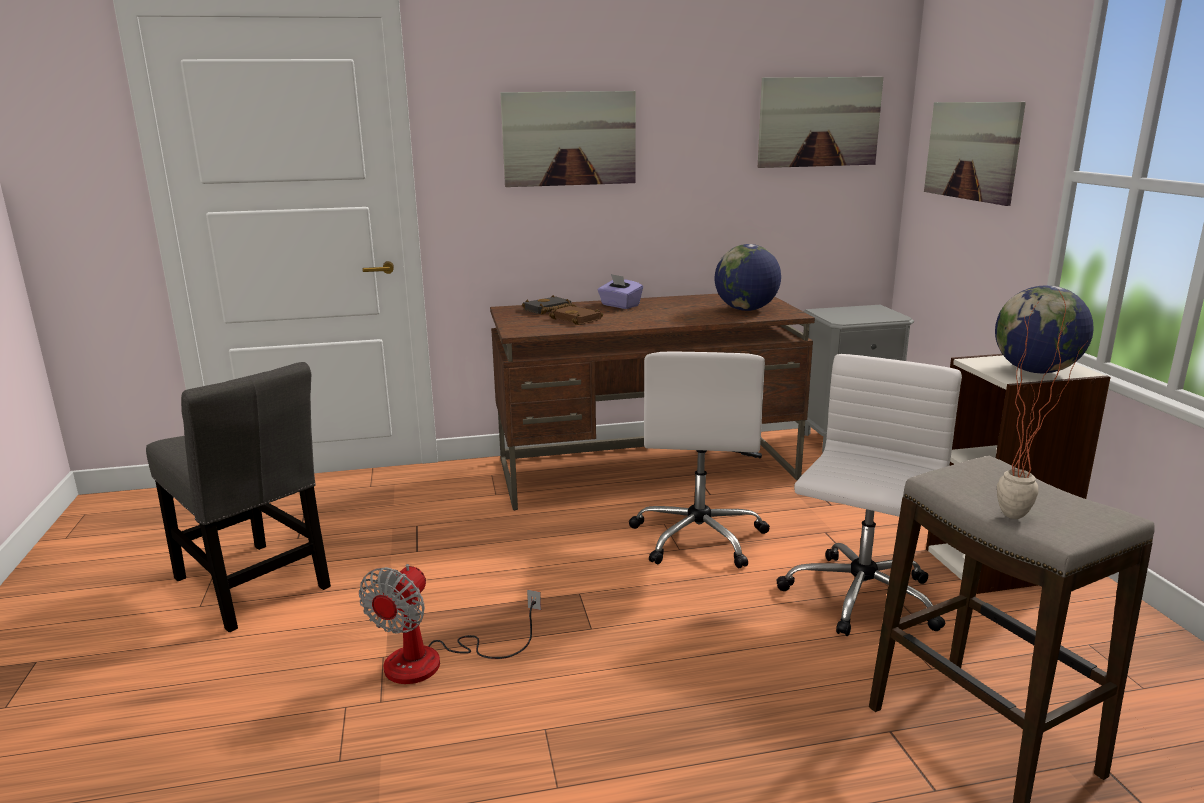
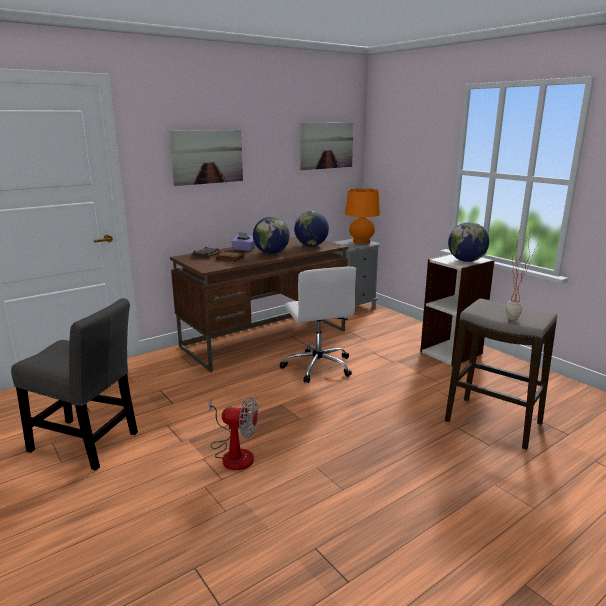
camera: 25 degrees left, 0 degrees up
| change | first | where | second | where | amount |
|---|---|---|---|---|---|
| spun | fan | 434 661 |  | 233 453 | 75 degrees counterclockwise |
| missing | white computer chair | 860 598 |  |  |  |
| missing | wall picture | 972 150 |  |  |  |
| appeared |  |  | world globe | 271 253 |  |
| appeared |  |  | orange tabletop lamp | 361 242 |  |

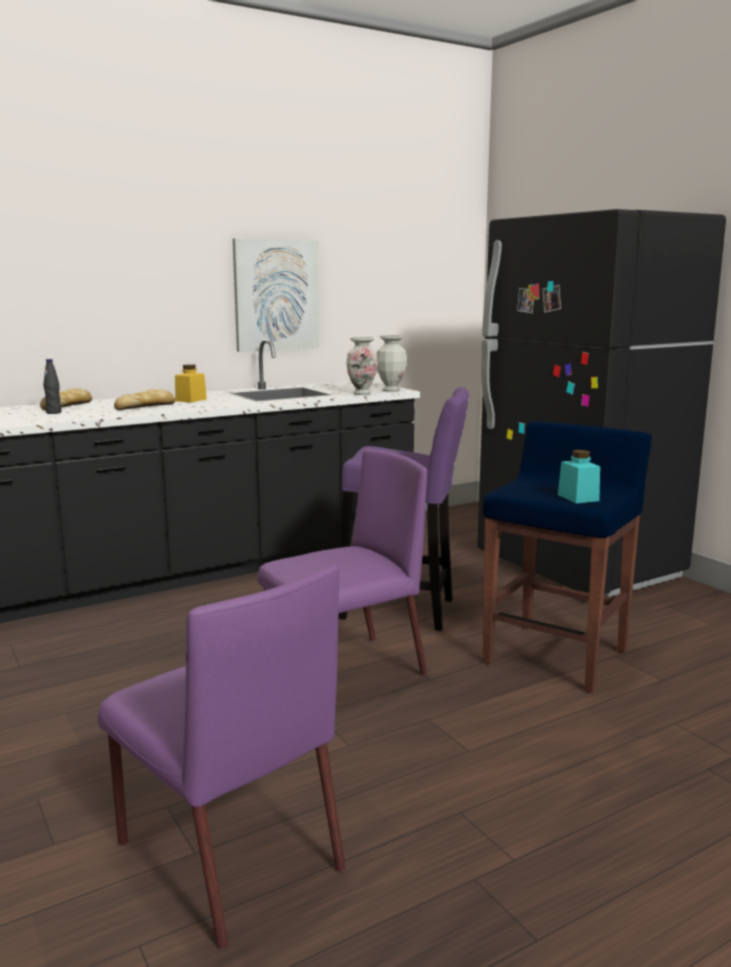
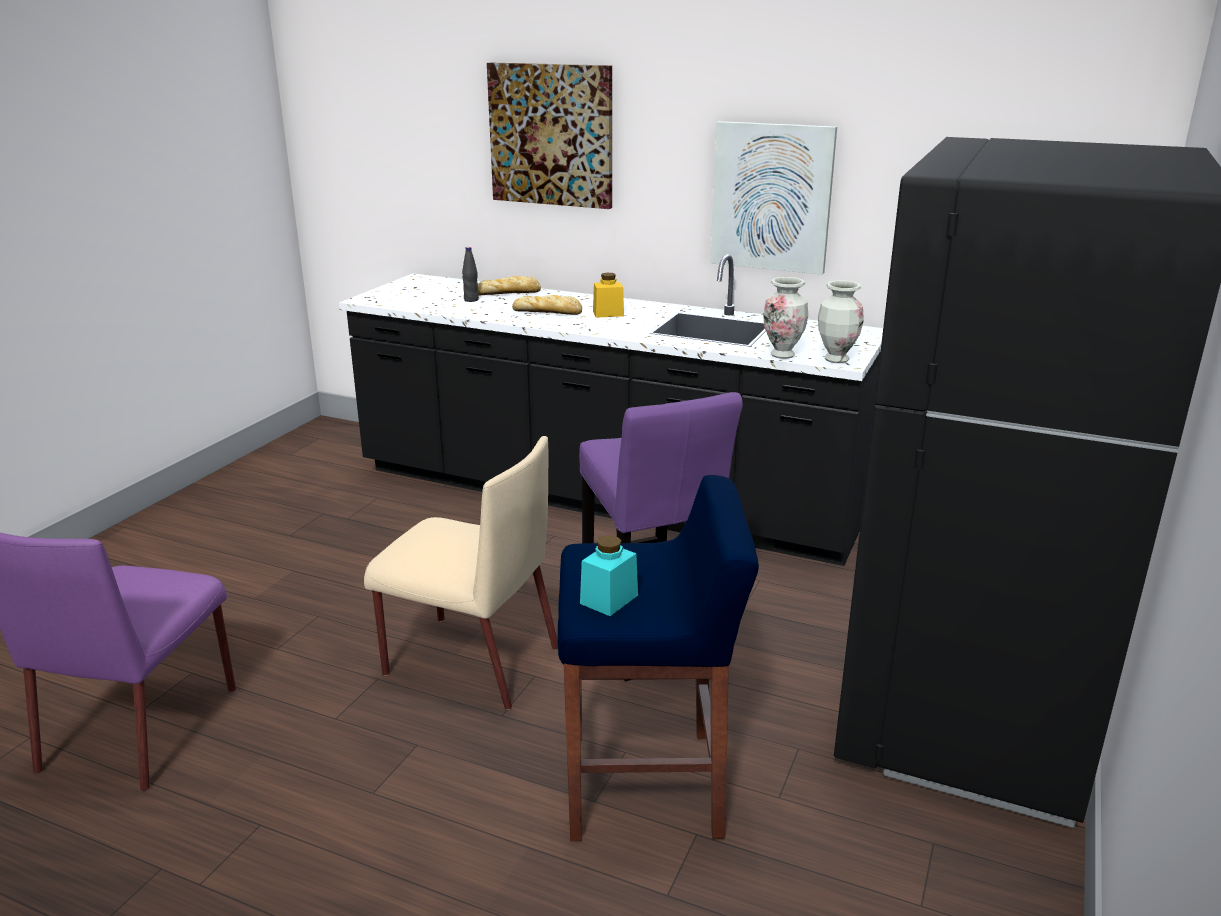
camera: 55 degrees right, 10 degrees up
| change | first | where | second | where | amount |
|---|---|---|---|---|---|
| colour | purple plain chair | 343 672 | sand-coloured plain chair | 469 660 |  |
| appeared |  |  | wall picture | 552 135 |  |

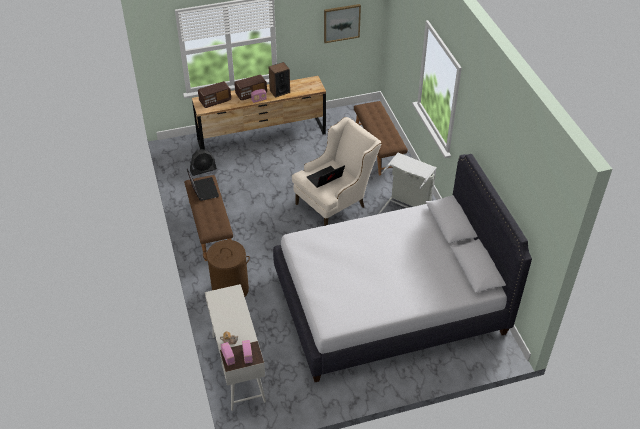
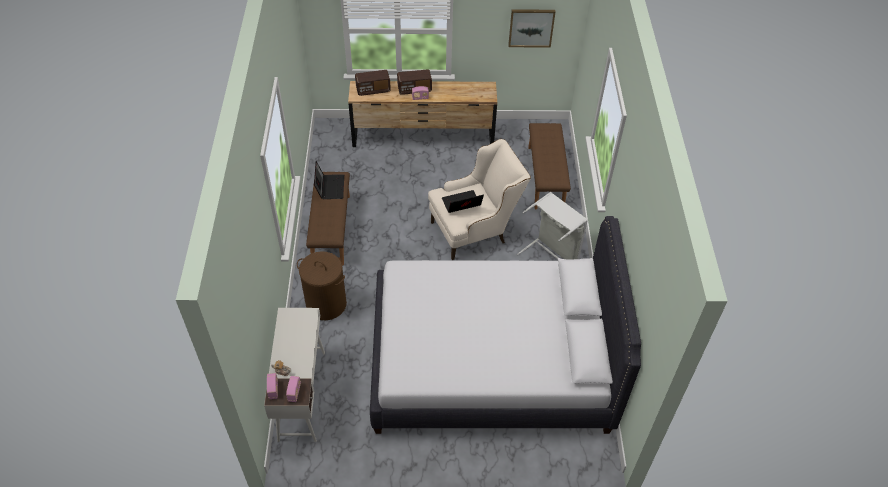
camera: 15 degrees right, 5 degrees up
| change | first | where | second | where | amount |
|---|---|---|---|---|---|
| missing | black fan | 203 170 |  |  |  |
| missing | loudspeaker | 279 91 |  |  |  |

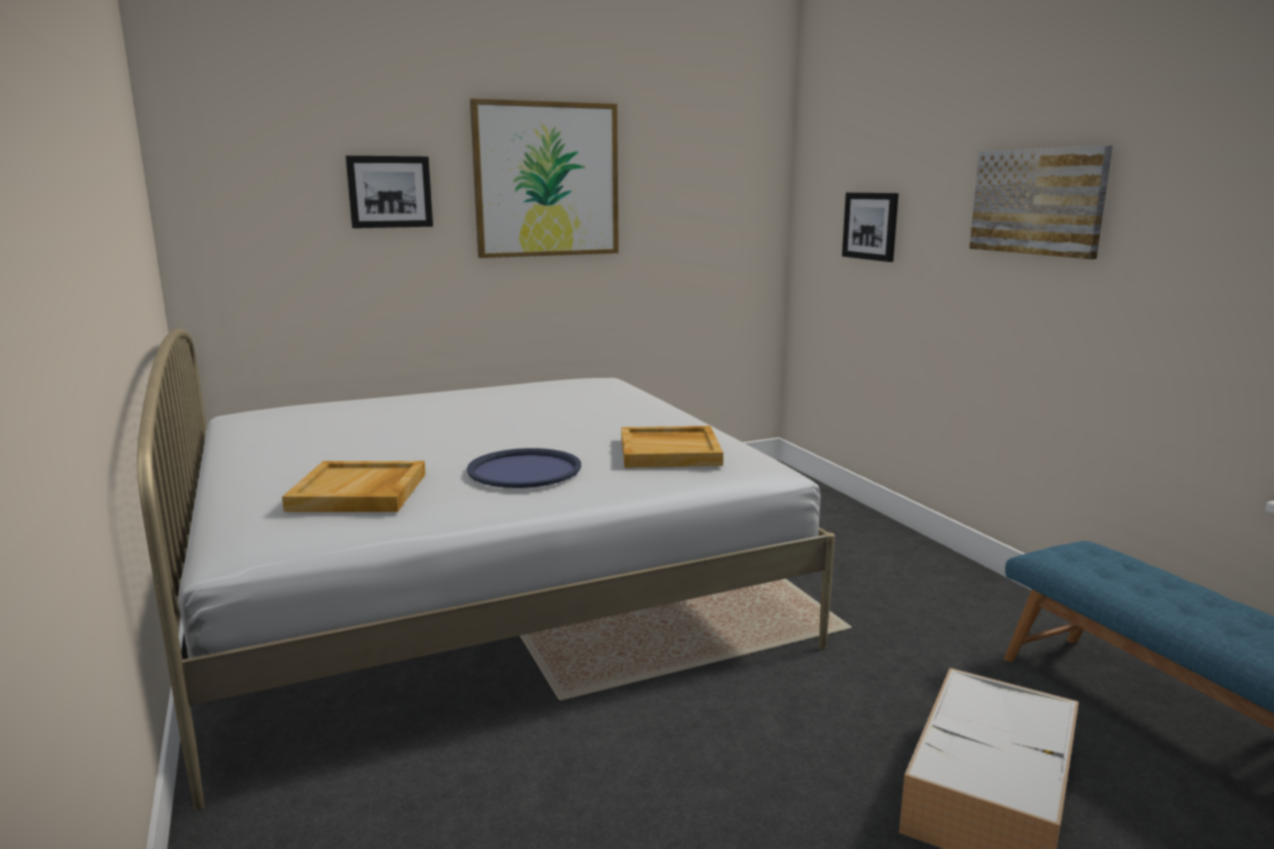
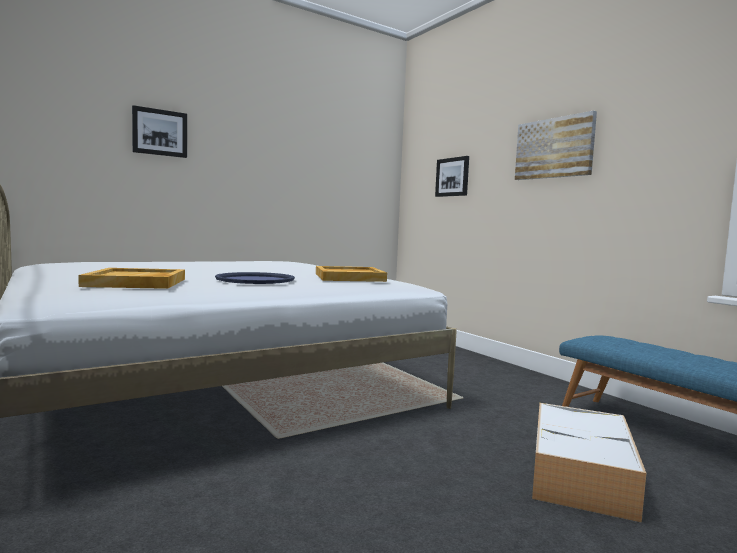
camera: 10 degrees left, 10 degrees down
| change | first | where | second | where | amount |
|---|---|---|---|---|---|
| missing | wall picture | 547 180 |  |  |  |

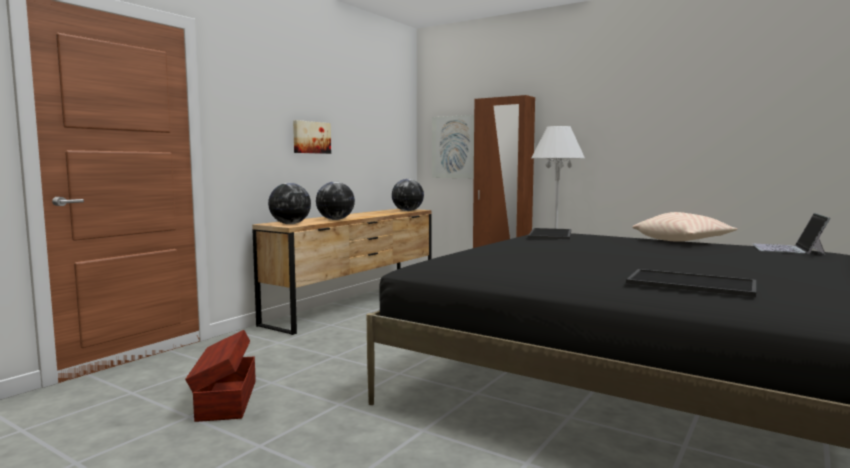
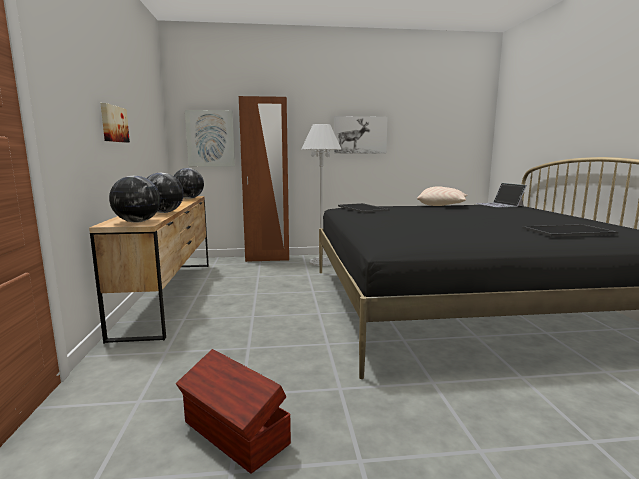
camera: 40 degrees left, 5 degrees up
| change | first | where | second | where | amount |
|---|---|---|---|---|---|
| appeared |  |  | wall picture | 360 135 |  |

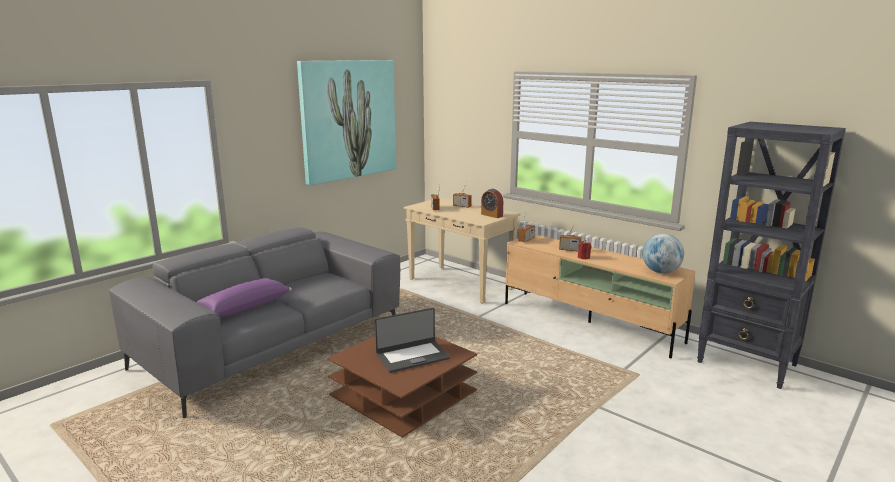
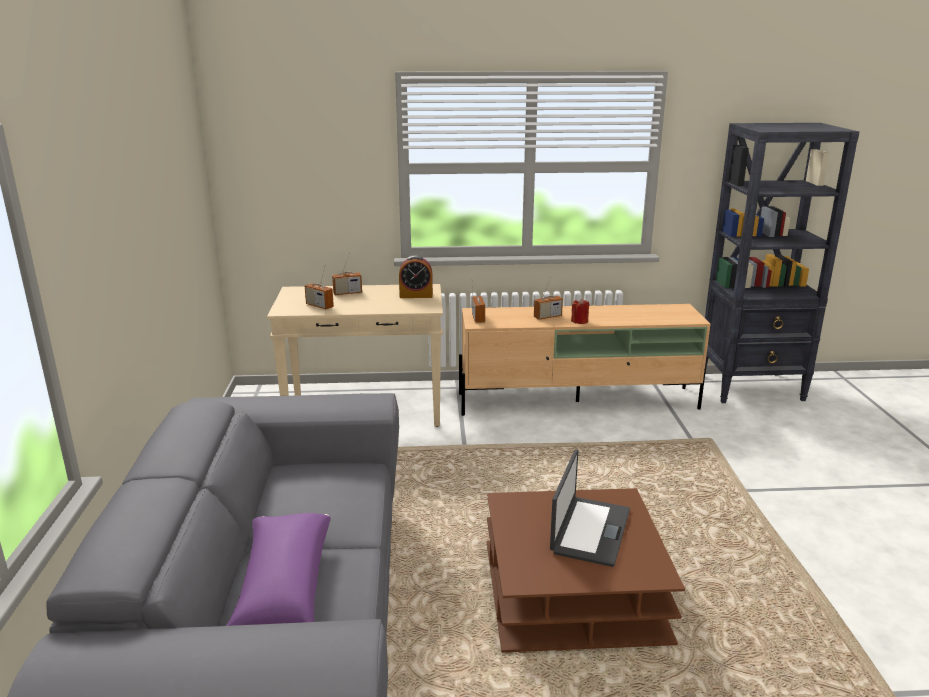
camera: 45 degrees left, 5 degrees up
| change | first | where | second | where | amount |
|---|---|---|---|---|---|
| missing | wall picture | 348 119 |  |  |  |
| missing | world globe | 660 272 |  |  |  |

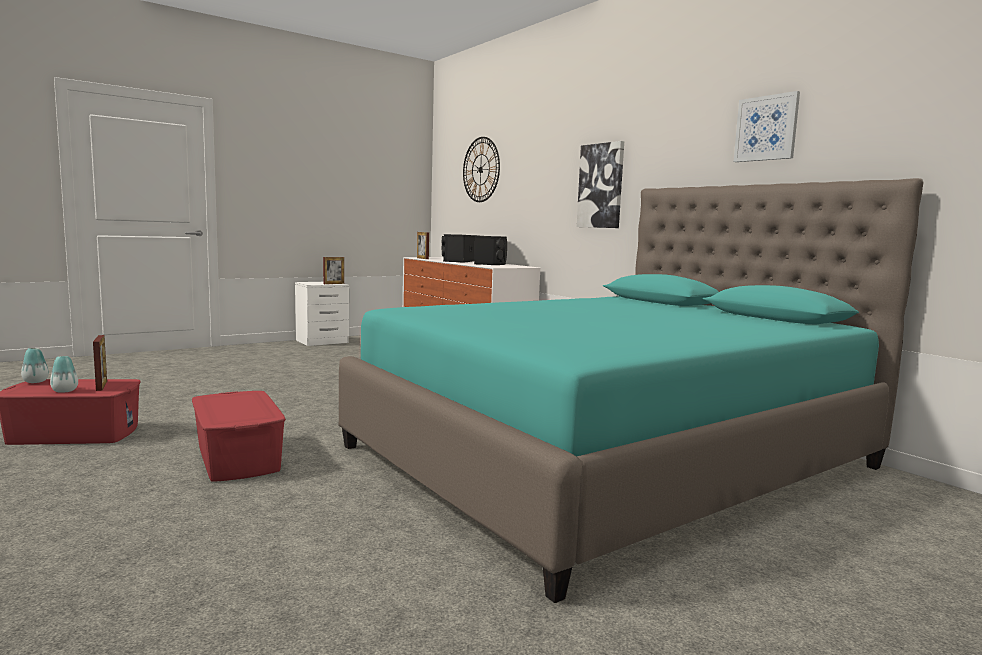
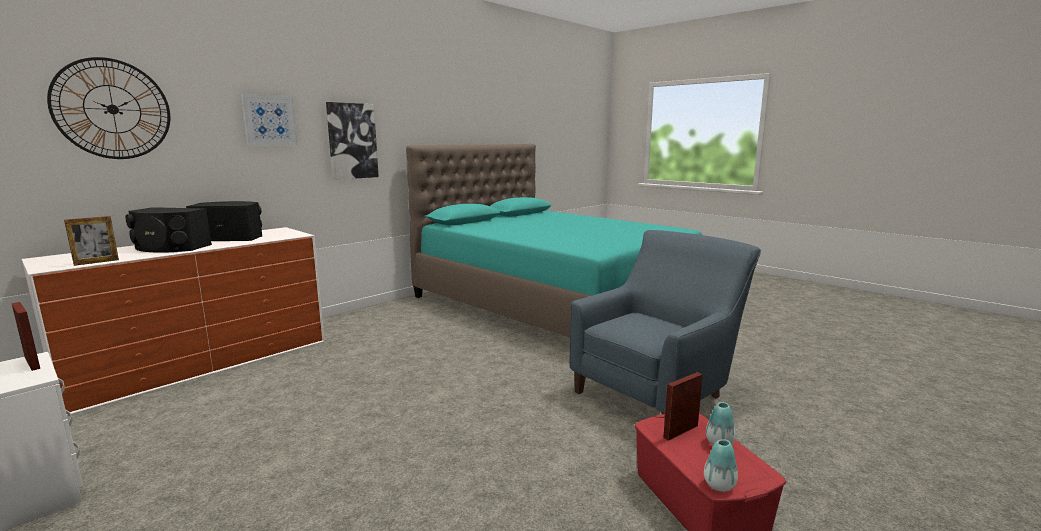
camera: 100 degrees left, 5 degrees up
| change | first | where | second | where | amount |
|---|---|---|---|---|---|
| exchanged | reddish storage box | 237 458 | blue armchair | 659 392 |  |
| relocated | wall picture | 766 128 |  | 269 120 |  |

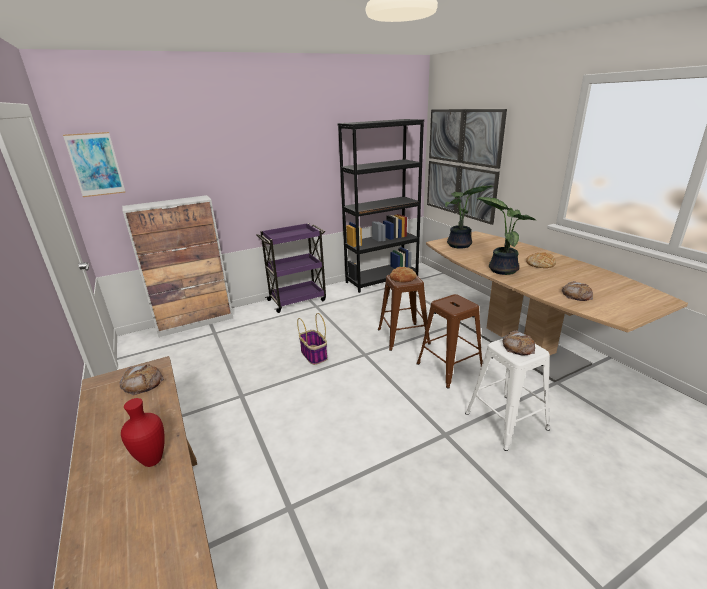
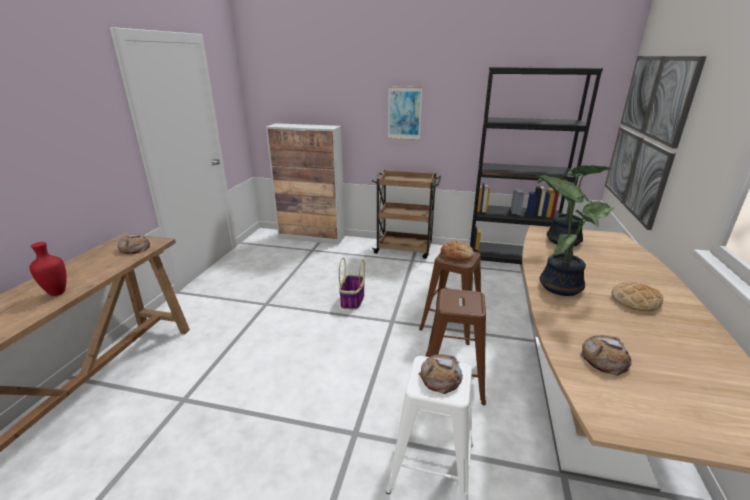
camera: 40 degrees right, 0 degrees up
| change | first | where | second | where | amount |
|---|---|---|---|---|---|
| relocated | wall picture | 95 164 |  | 404 113 |  |
| colour | purple trolley | 298 300 | brown-coloured trolley | 404 249 |  |

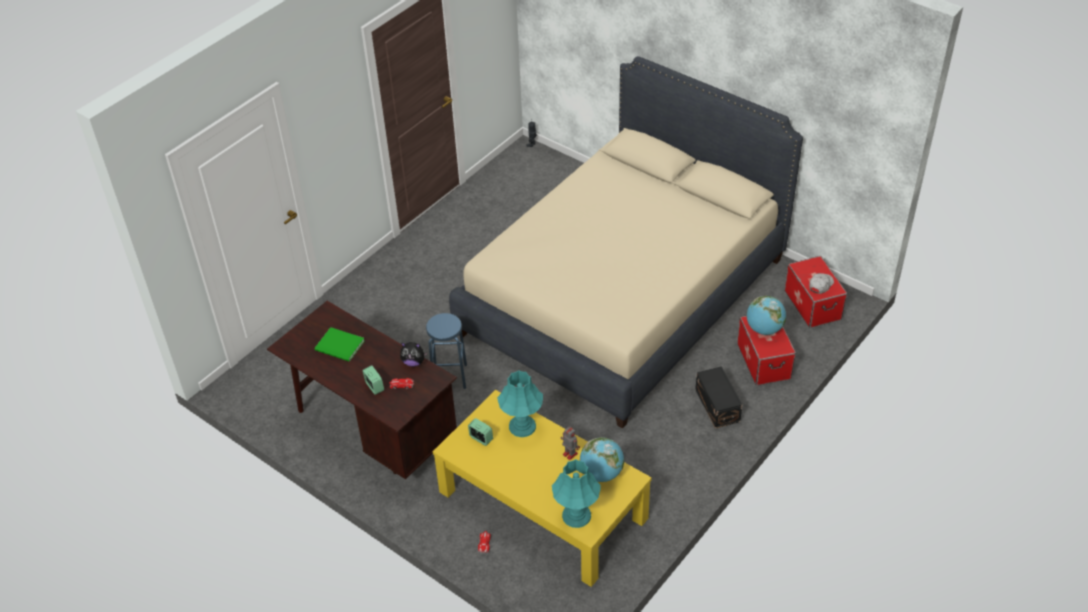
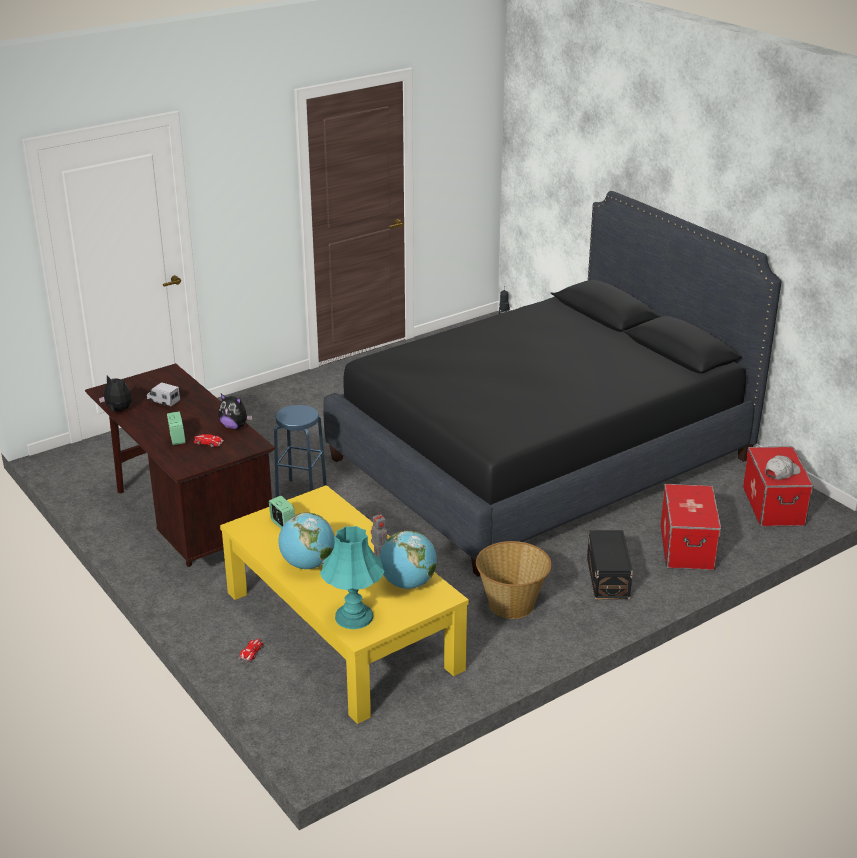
camera: 15 degrees right, 15 degrees down
| change | first | where | second | where | amount |
|---|---|---|---|---|---|
| exchanged | green-coloured volume | 340 346 | toy lorry | 163 401 |  |
| colour | sand-coloured sleeping bed | 624 296 | black sleeping bed | 542 459 |  |
| missing | blue-green tabletop lamp | 522 426 |  |  |  |
| relocated | world globe | 764 329 |  | 307 564 |  |
| appeared |  |  | plush toy | 118 410 |  |
| appeared |  |  | household basket | 511 605 |  |

